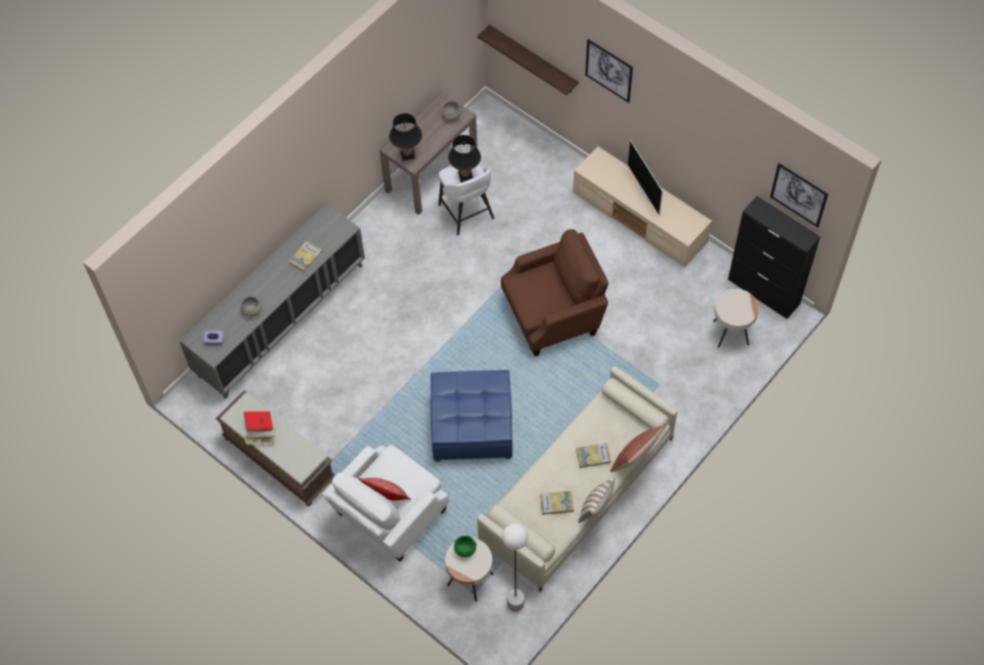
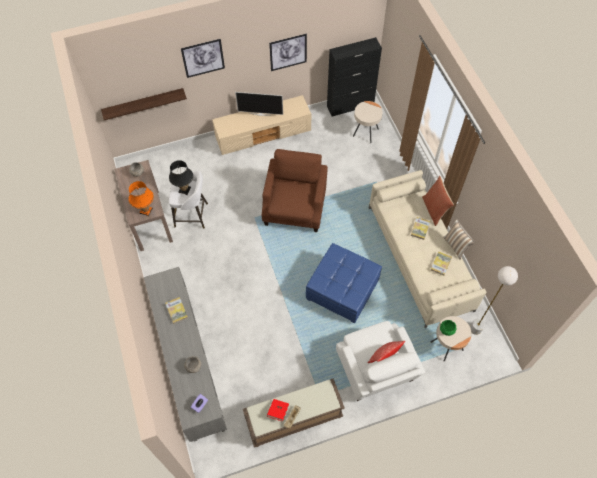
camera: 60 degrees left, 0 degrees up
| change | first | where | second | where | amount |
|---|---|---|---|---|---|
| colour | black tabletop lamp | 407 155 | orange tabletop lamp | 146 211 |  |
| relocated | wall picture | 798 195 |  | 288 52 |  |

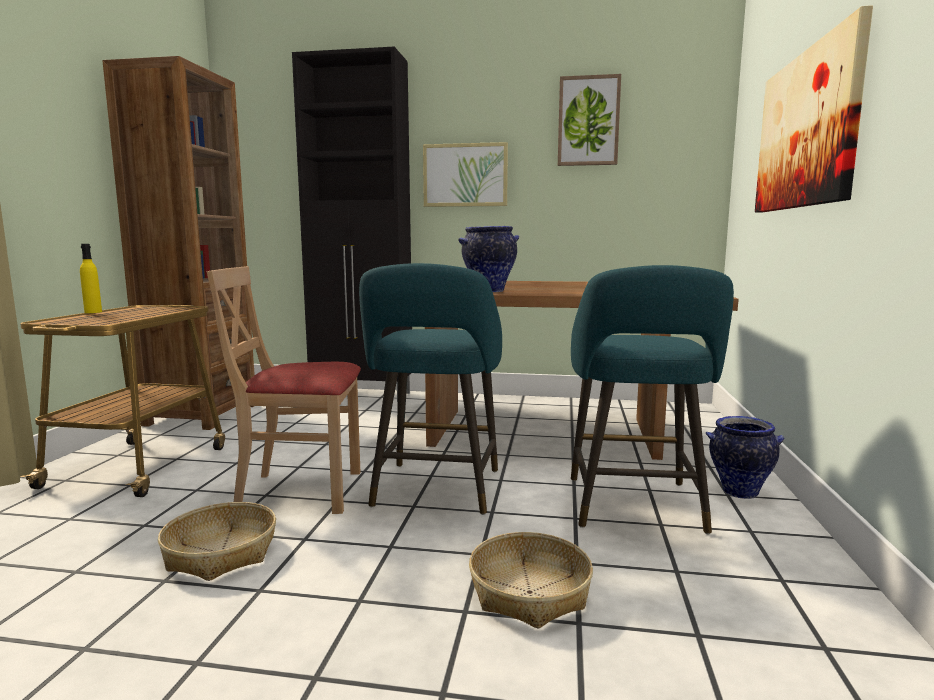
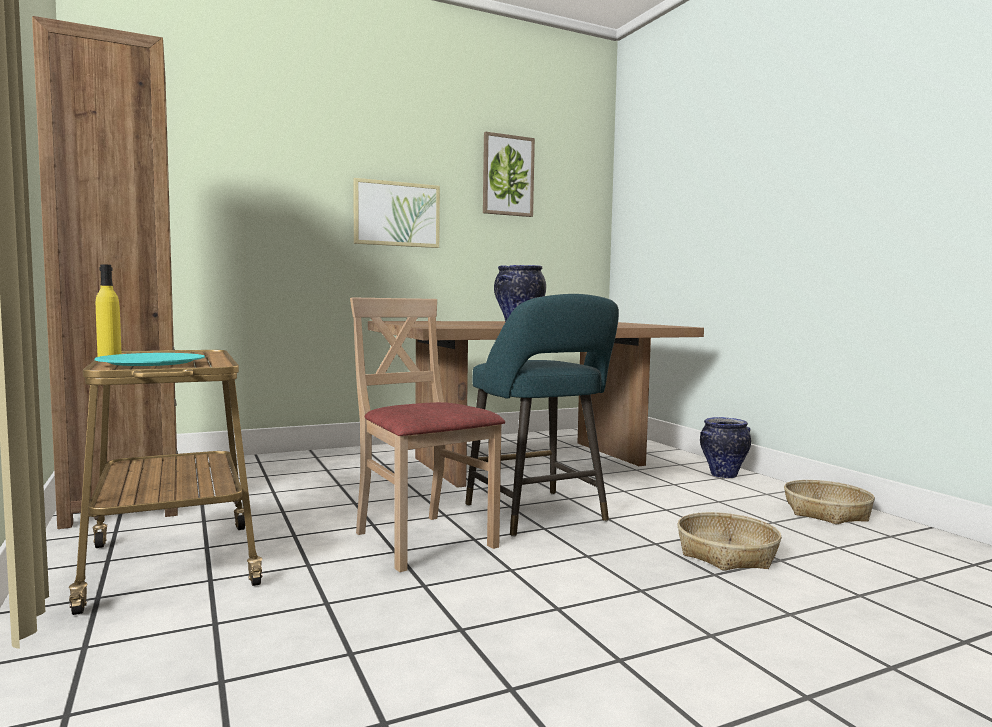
camera: 35 degrees left, 5 degrees down
| change | first | where | second | where | amount |
|---|---|---|---|---|---|
| relocated | household basket | 220 553 |  | 826 512 |  |
| spun | sand-coloured plain chair | 301 491 |  | 423 540 | 90 degrees clockwise |
| missing | black storage cabinet | 363 396 |  |  |  |
| missing | blue-green stool | 635 508 |  |  |  |
| missing | wall picture | 806 130 |  |  |  |
| appeared |  |  | blue-green flat dish | 151 362 |  |

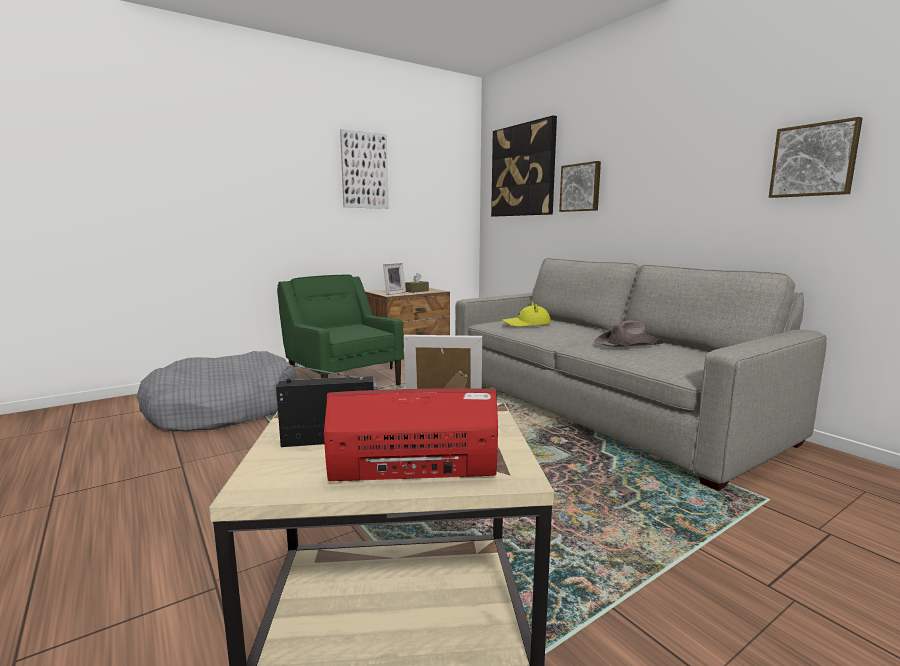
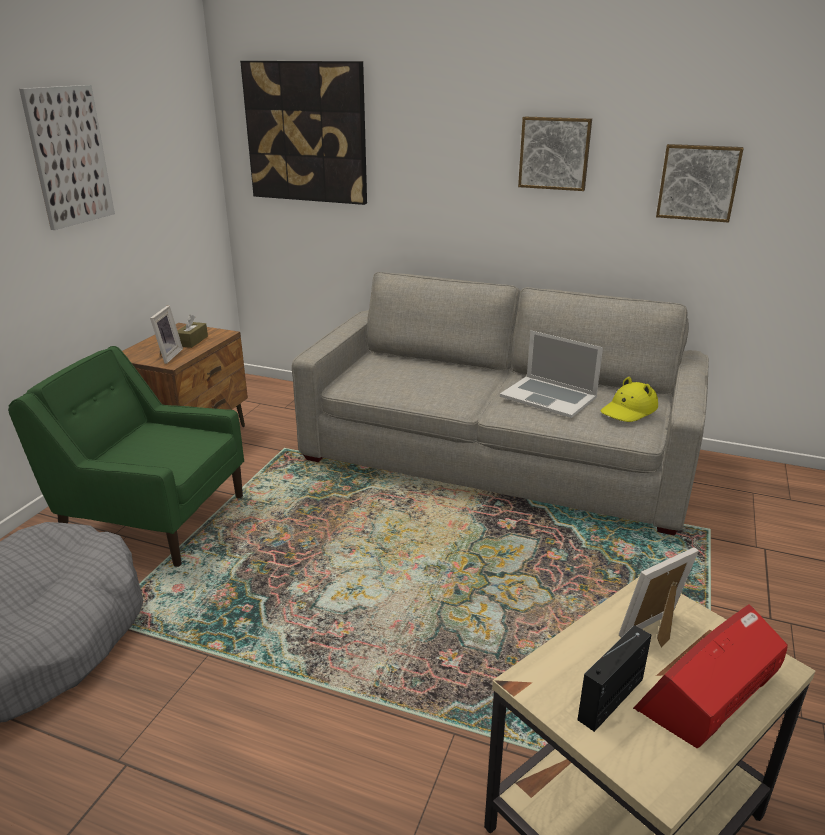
camera: 35 degrees left, 15 degrees up
| change | first | where | second | where | amount |
|---|---|---|---|---|---|
| relocated | yellow wearable hat | 527 324 |  | 629 410 |  |
| relocated | wall picture | 581 187 |  | 554 153 |  |
| exchanged | brown-coloured wearable hat | 629 344 | notebook computer | 548 396 |  |

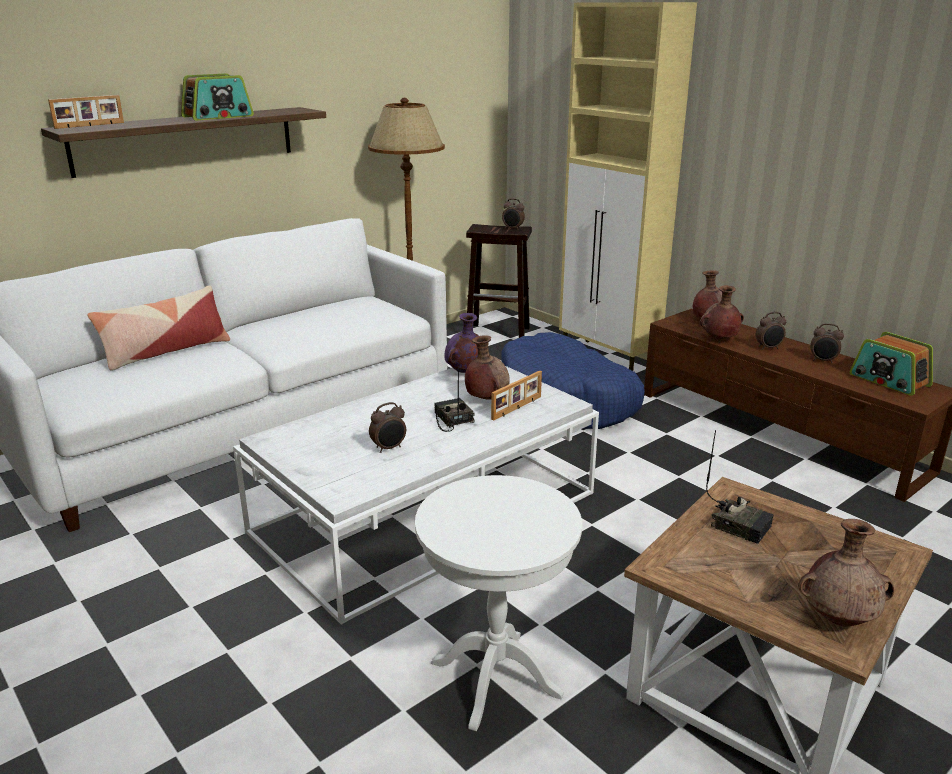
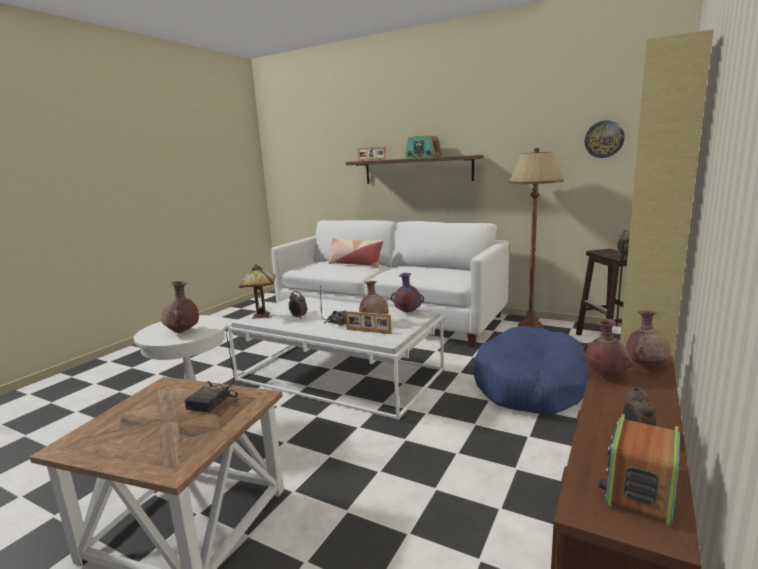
camera: 70 degrees right, 10 degrees down
| change | first | where | second | where | amount |
|---|---|---|---|---|---|
| missing | bedside clock | 768 348 |  |  |  |
| relocated | brown-coloured flower vase | 839 619 |  | 182 332 |  |
| appeared |  |  | tabletop lamp | 263 315 |  |
| appeared |  |  | wall clock | 604 139 |  |

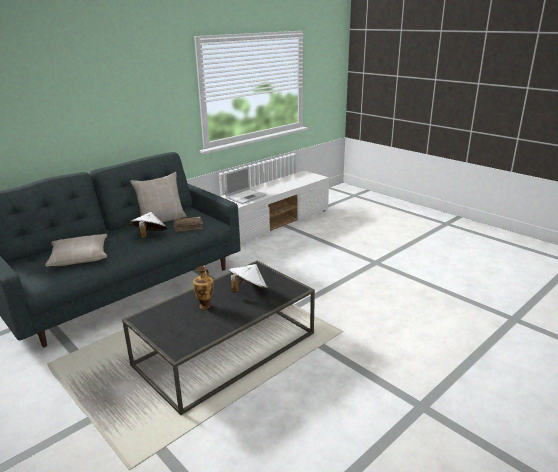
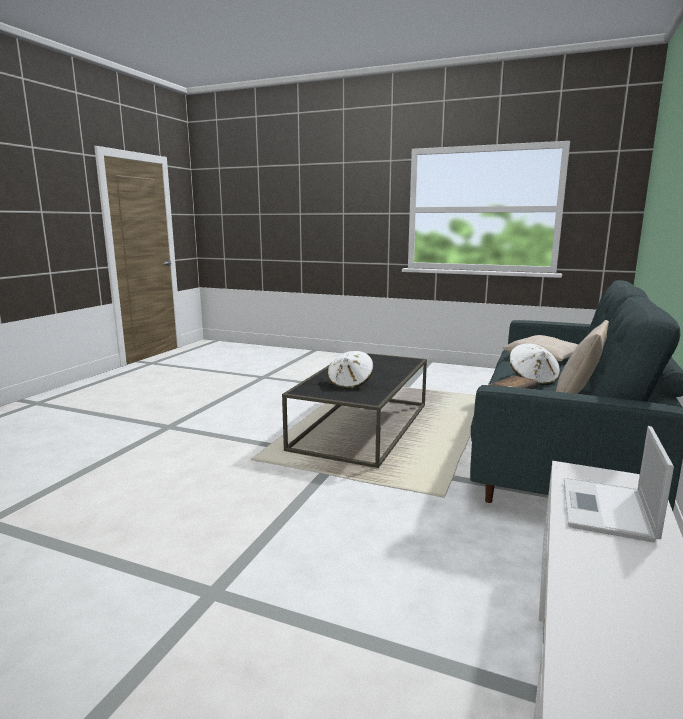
camera: 155 degrees right, 10 degrees down
| change | first | where | second | where | amount |
|---|---|---|---|---|---|
| missing | flower vase | 205 306 |  |  |  |

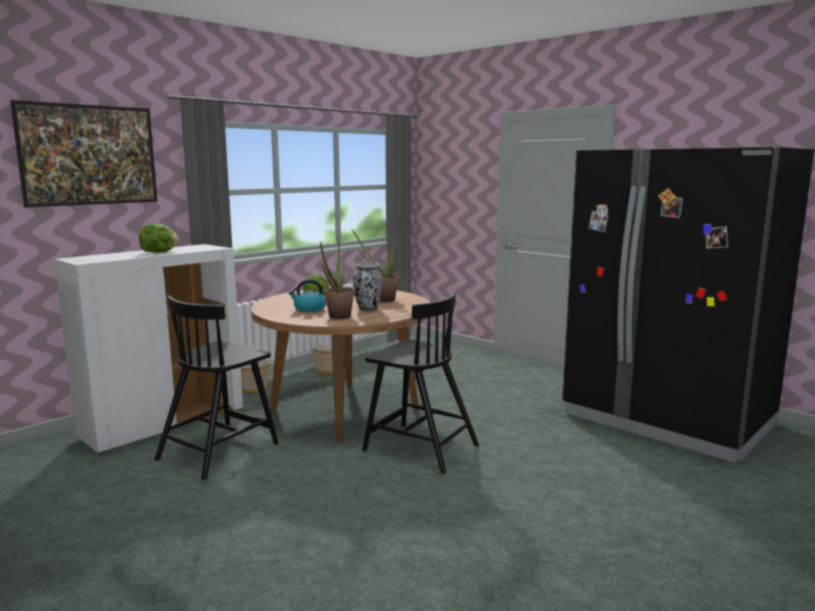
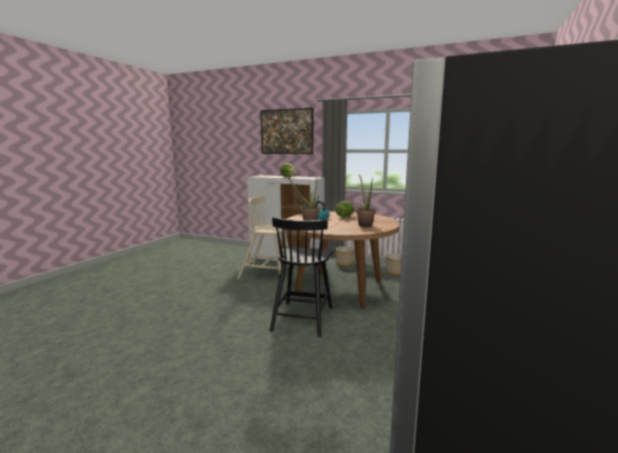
camera: 70 degrees right, 0 degrees up
| change | first | where | second | where | amount |
|---|---|---|---|---|---|
| colour | black plain chair | 219 450 | sand-coloured plain chair | 267 274 |  |
| missing | flower vase | 367 309 |  |  |  |

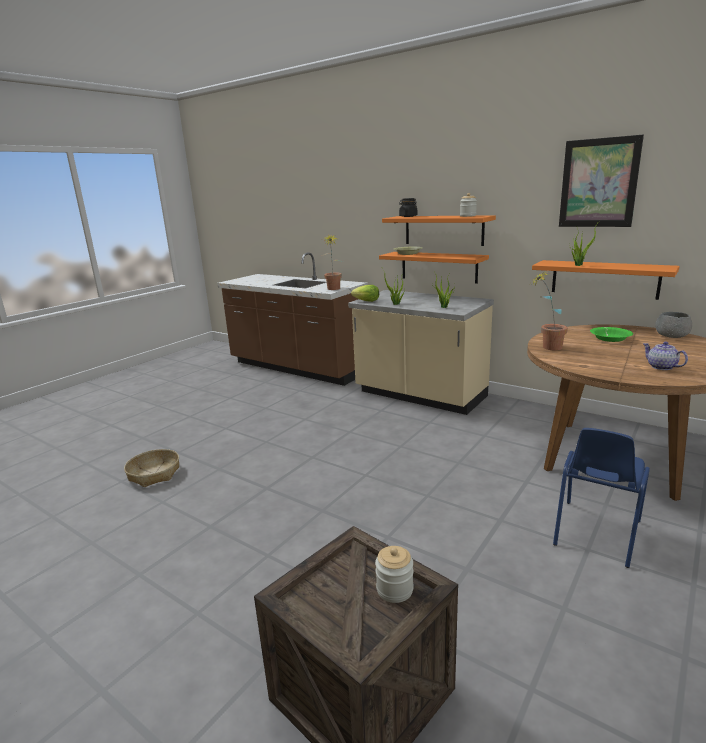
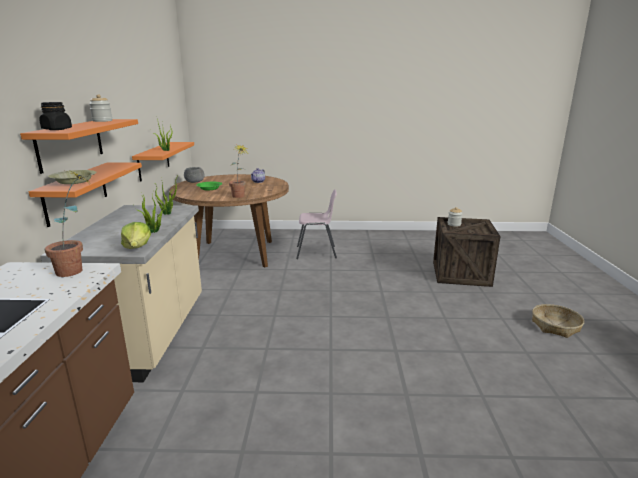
camera: 125 degrees left, 0 degrees up
| change | first | where | second | where | amount |
|---|---|---|---|---|---|
| relocated | household basket | 154 474 |  | 555 326 |  |
| colour | blue plain chair | 595 533 | pink-coloured plain chair | 316 252 |  |
| missing | wall picture | 598 183 |  |  |  |

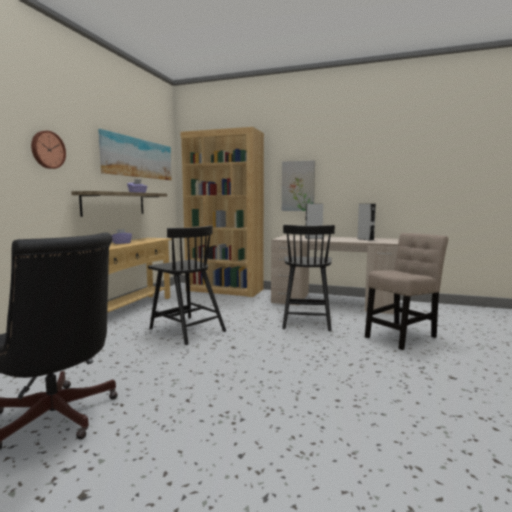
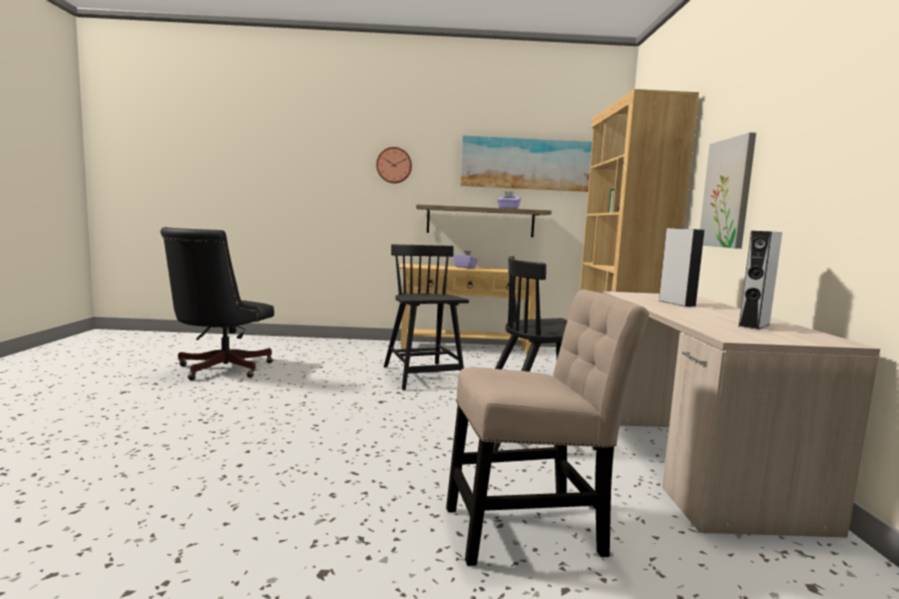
camera: 70 degrees right, 0 degrees up
| change | first | where | second | where | amount |
|---|---|---|---|---|---|
| spun | black plain chair | 186 329 |  | 423 376 | 135 degrees clockwise |
| spun | sand-coloured plain chair | 402 336 |  | 531 528 | 45 degrees counterclockwise |

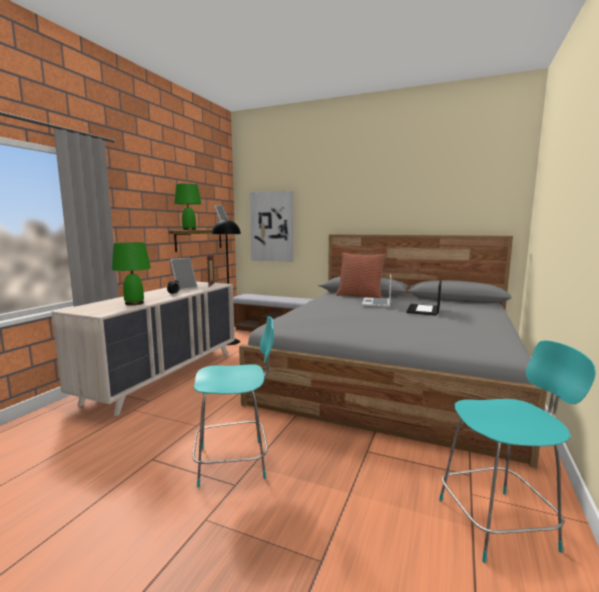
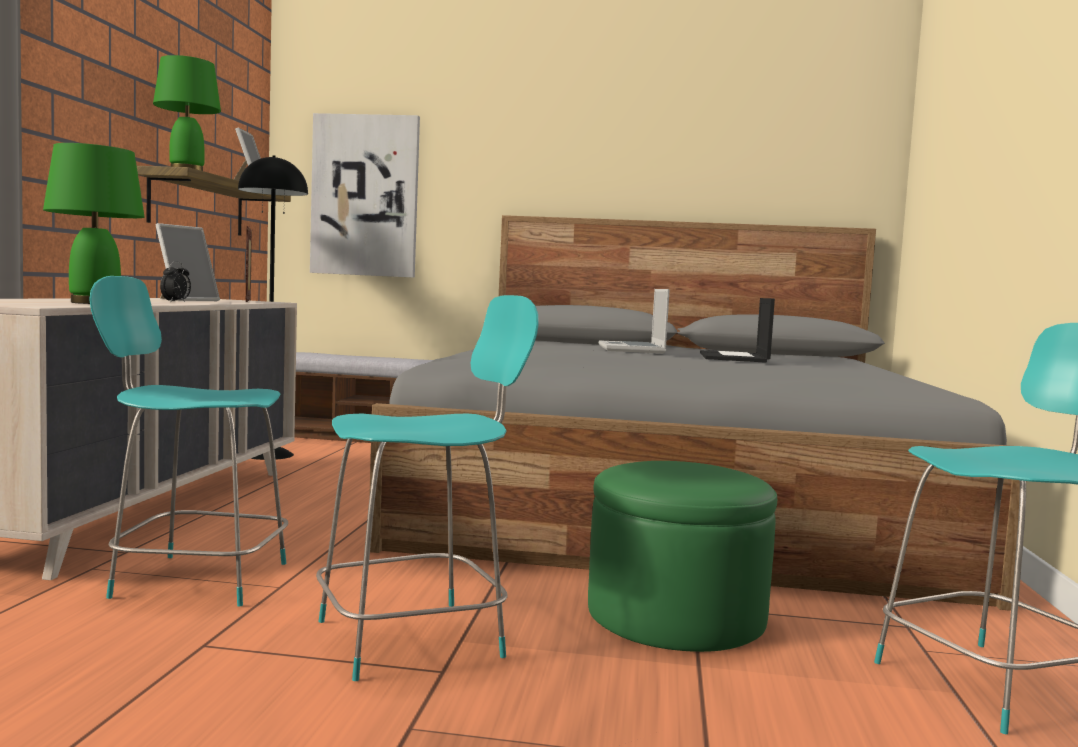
camera: 15 degrees left, 5 degrees down
| change | first | where | second | where | amount |
|---|---|---|---|---|---|
| missing | throw pillow | 360 296 |  |  |  |
| appeared |  |  | blue-green plain chair | 195 579 |  |
| appeared |  |  | green-coloured footrest | 675 616 |  |

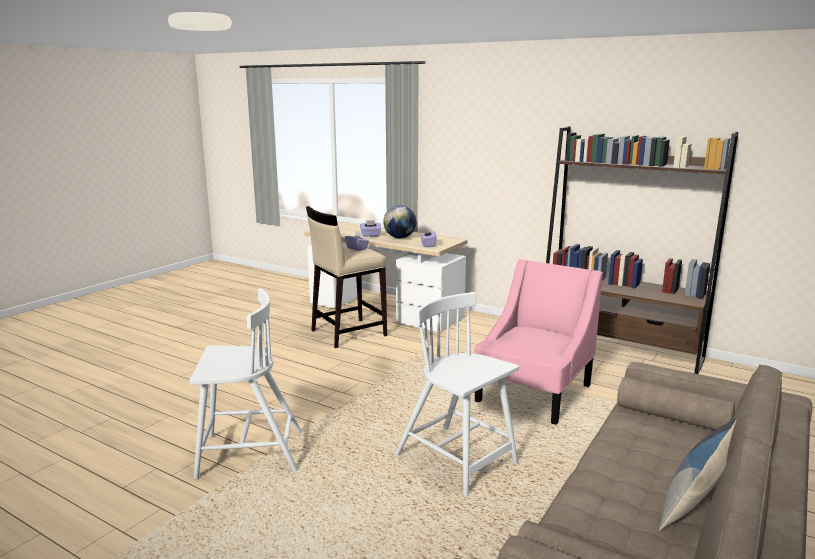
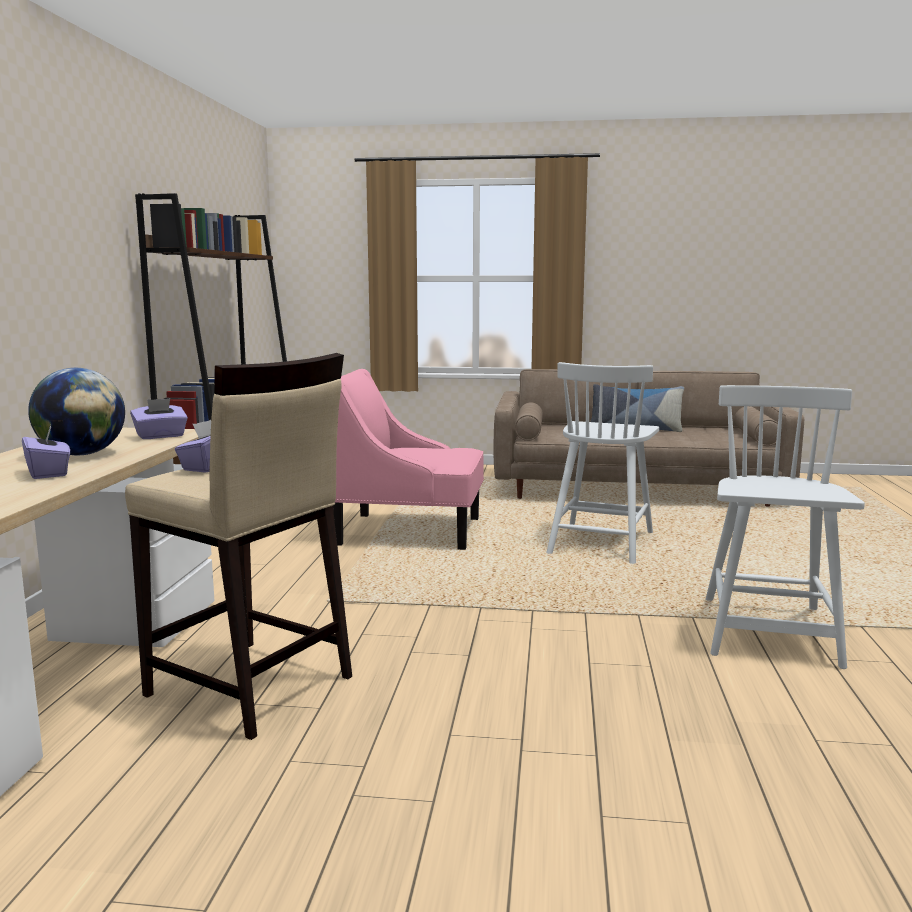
camera: 115 degrees left, 5 degrees down
| change | first | where | second | where | amount |
|---|---|---|---|---|---|
| spun | white plain chair | 248 454 |  | 769 633 | 45 degrees clockwise |

